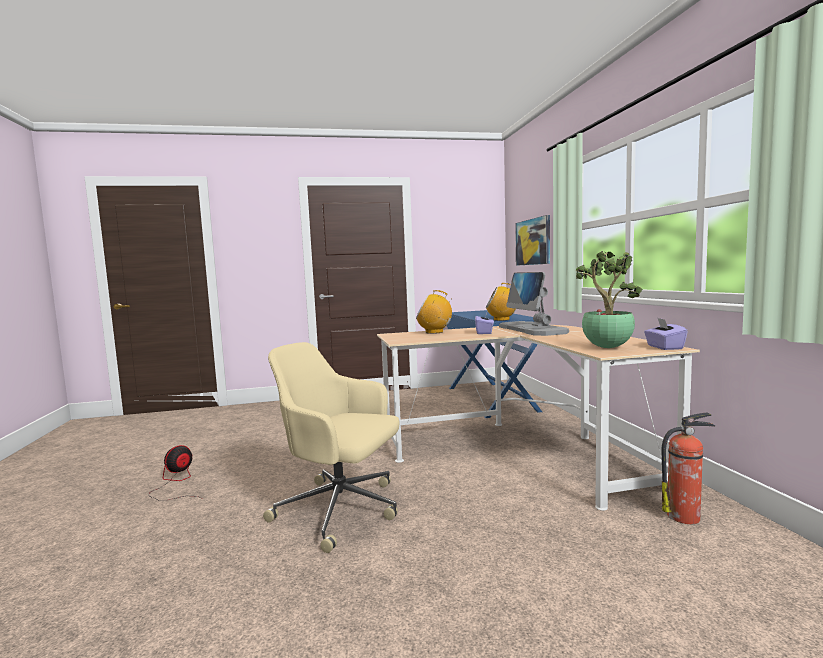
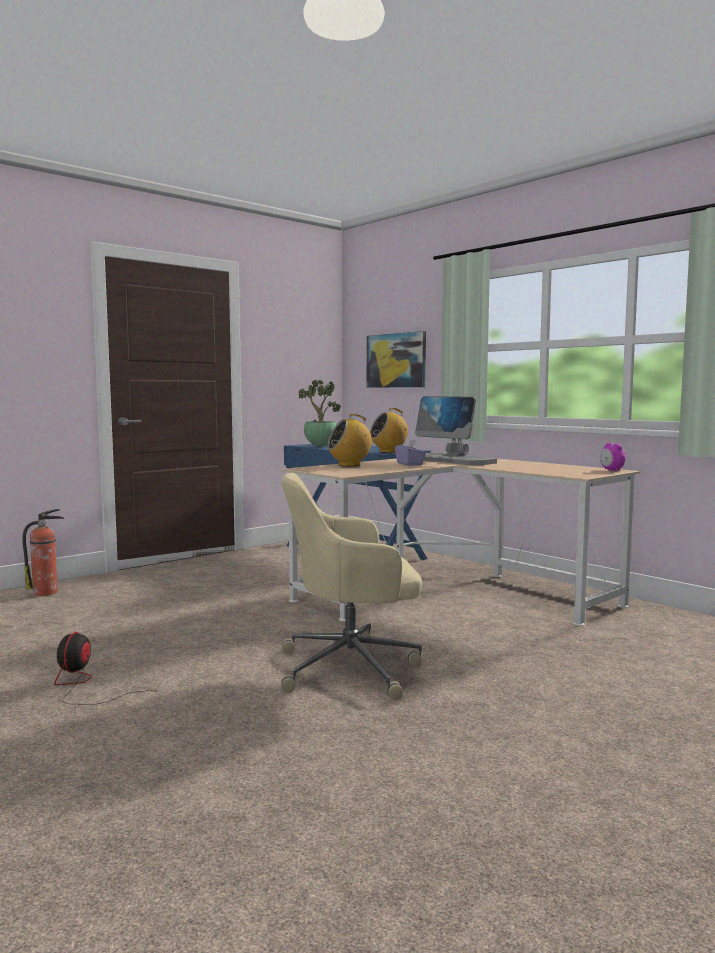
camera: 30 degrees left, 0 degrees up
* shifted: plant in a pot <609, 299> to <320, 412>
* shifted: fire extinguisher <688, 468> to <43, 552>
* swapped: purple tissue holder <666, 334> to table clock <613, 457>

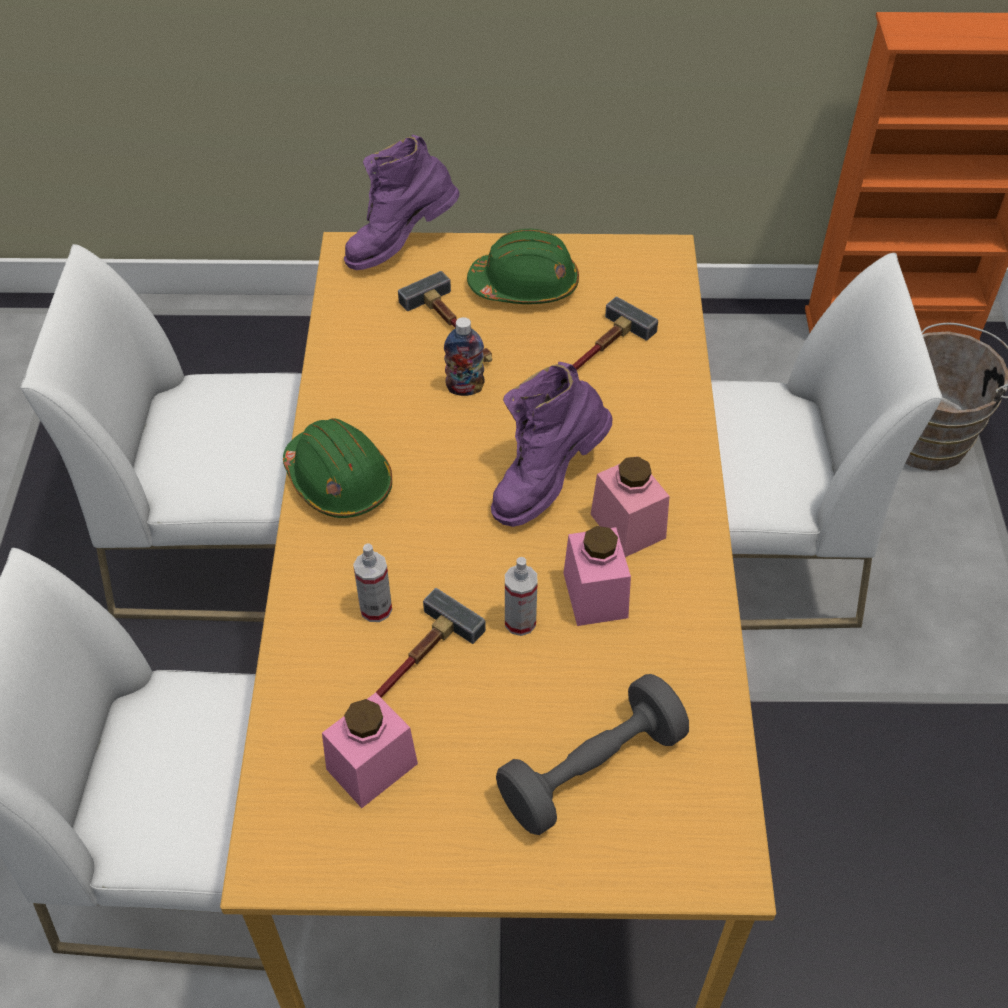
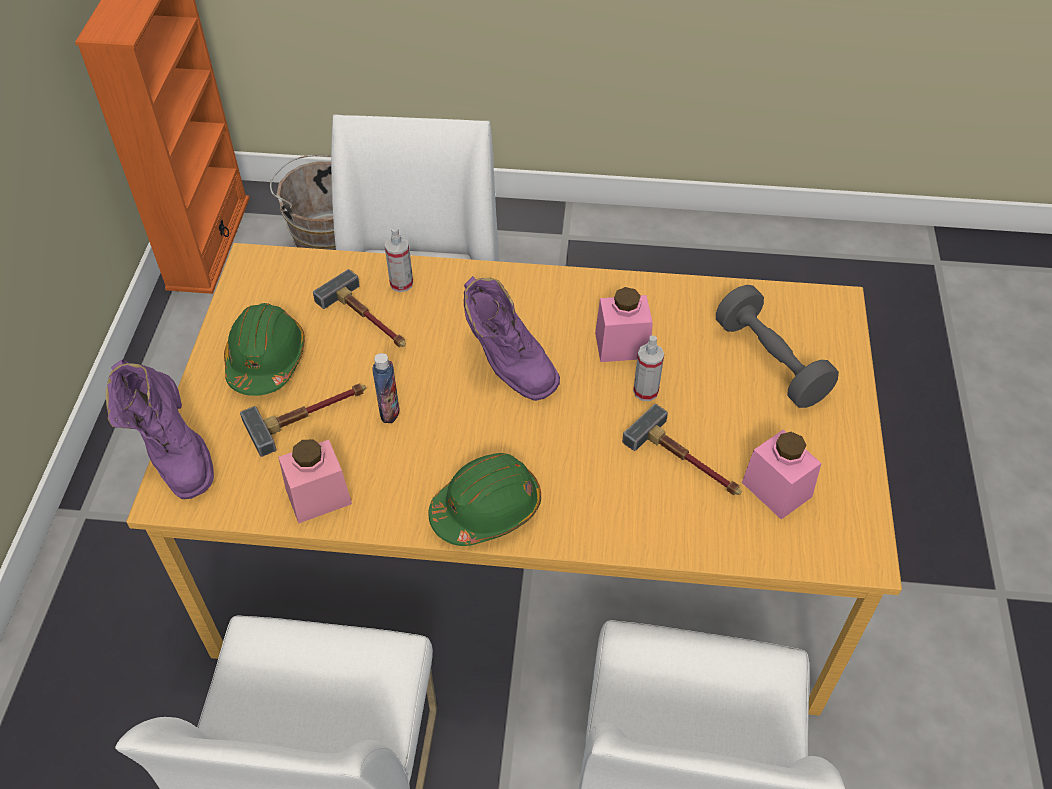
camera: 85 degrees left, 0 degrees up
* shifted: spray bottle <372, 582> to <399, 259>
* shifted: pinkish preserve jar <630, 506> to <315, 482>

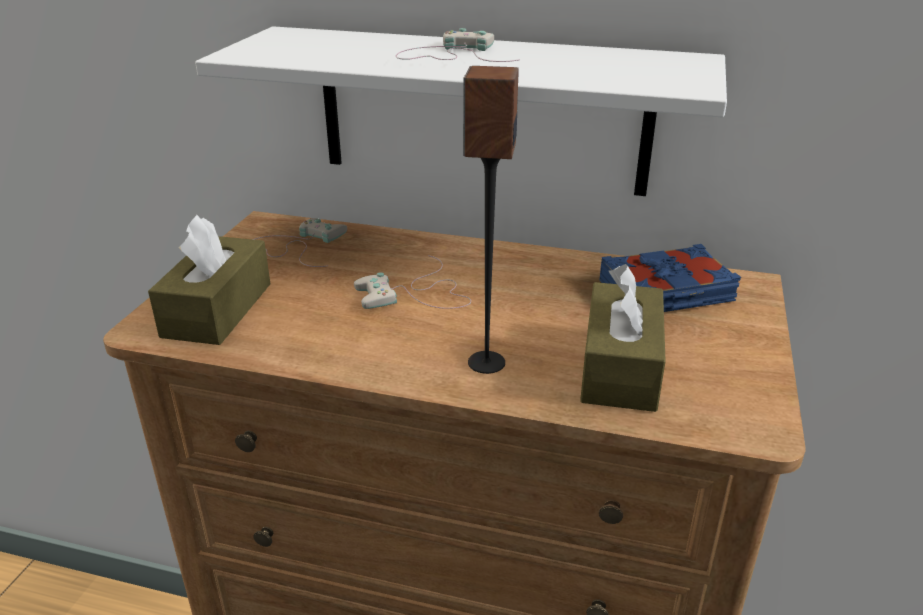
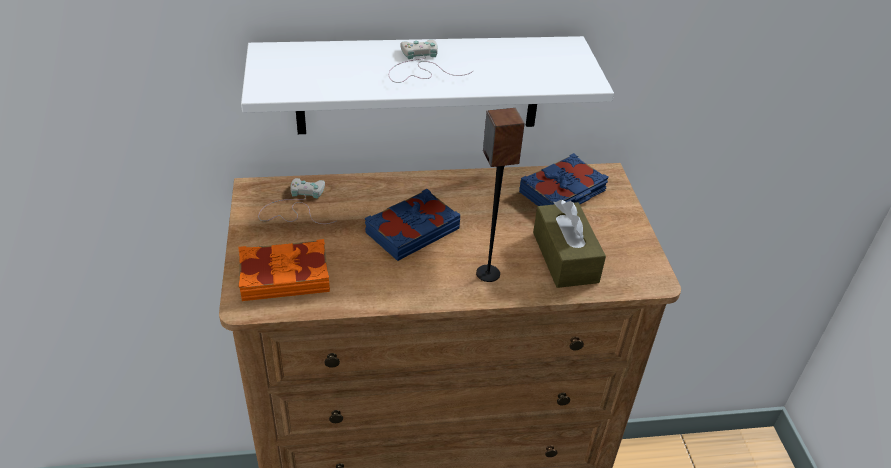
camera: 25 degrees left, 10 degrees up
* swapped: brown-coloured tissue holder <209, 280> to orange book <284, 270>
* swapped: white-coloured game controller <412, 282> to blue book <413, 225>

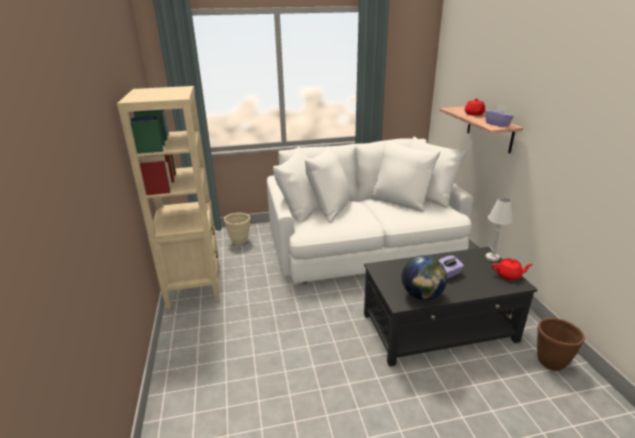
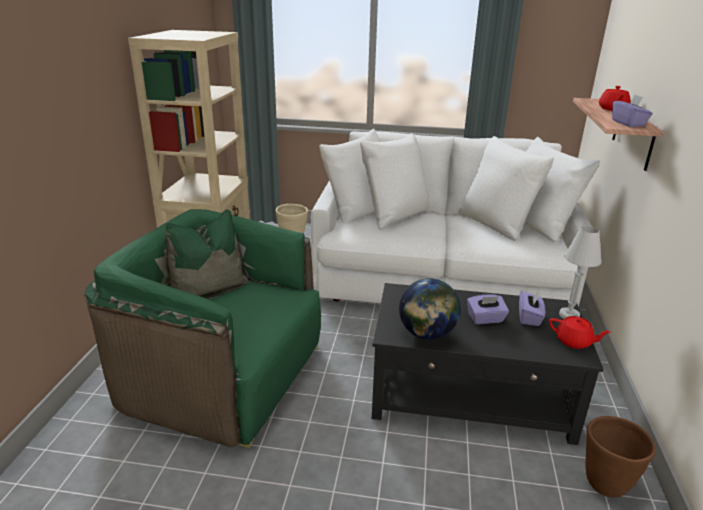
camera: 20 degrees right, 0 degrees up
* new: green-coloured armchair <202, 328>
* new: purple tissue holder <532, 308>

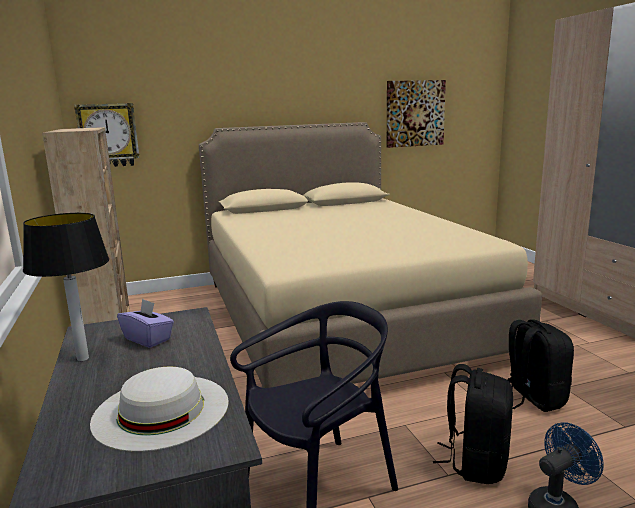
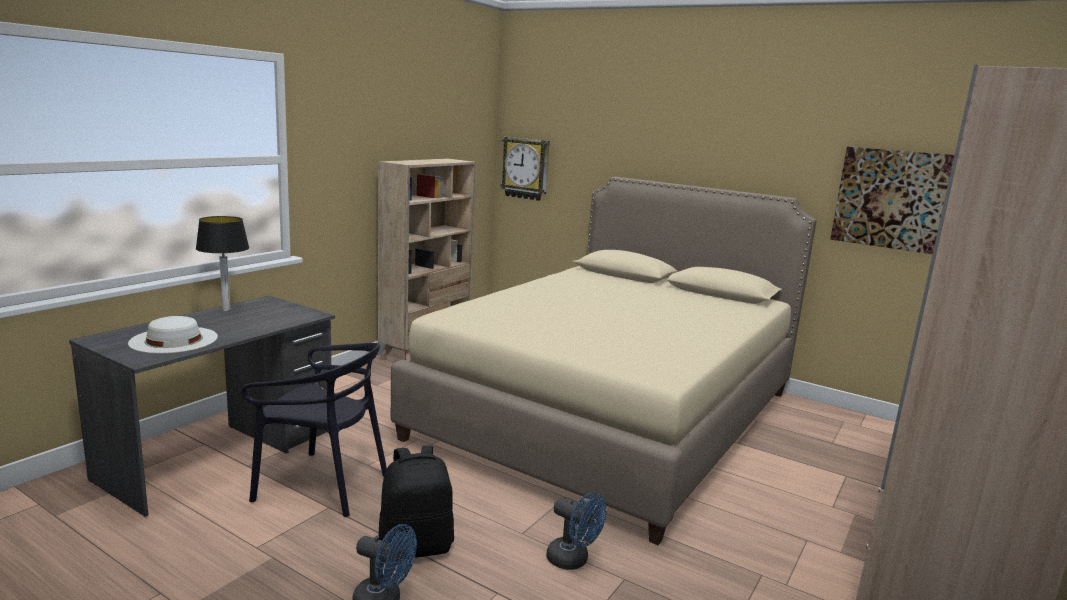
camera: 50 degrees right, 0 degrees up
* gone: purple tissue holder <145, 323>
* swapped: black-coloured knapsack <540, 366> to blue electric fan <576, 531>

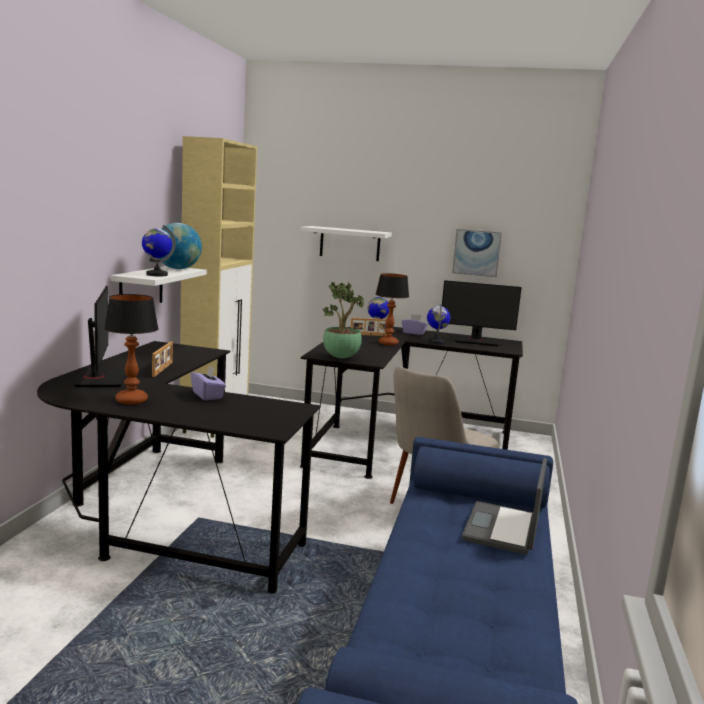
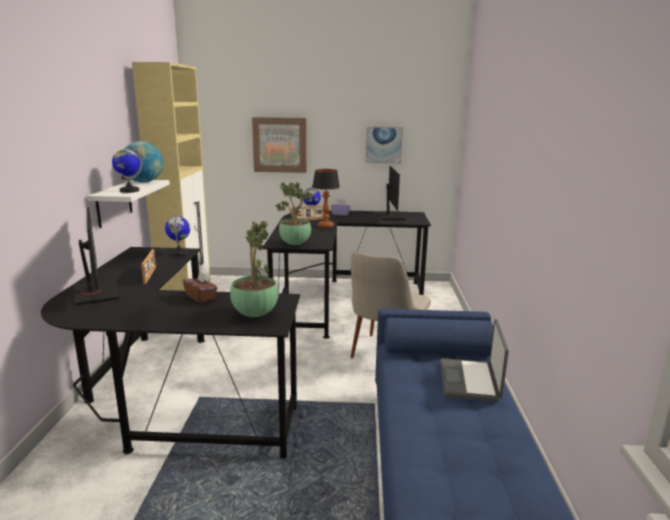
camera: 10 degrees left, 5 degrees up
* gone: lamp for a table <131, 349>
* new: plant in a pot <254, 269>
* shifted: globe <439, 324> to <177, 235>
* swapped: white-coloured shelf <346, 243> to wall picture <279, 145>
* repainted: purple tissue holder <208, 383> to brown-coloured tissue holder <200, 287>
* rotated: computer display <482, 313> = <392, 193> 90 degrees counterclockwise

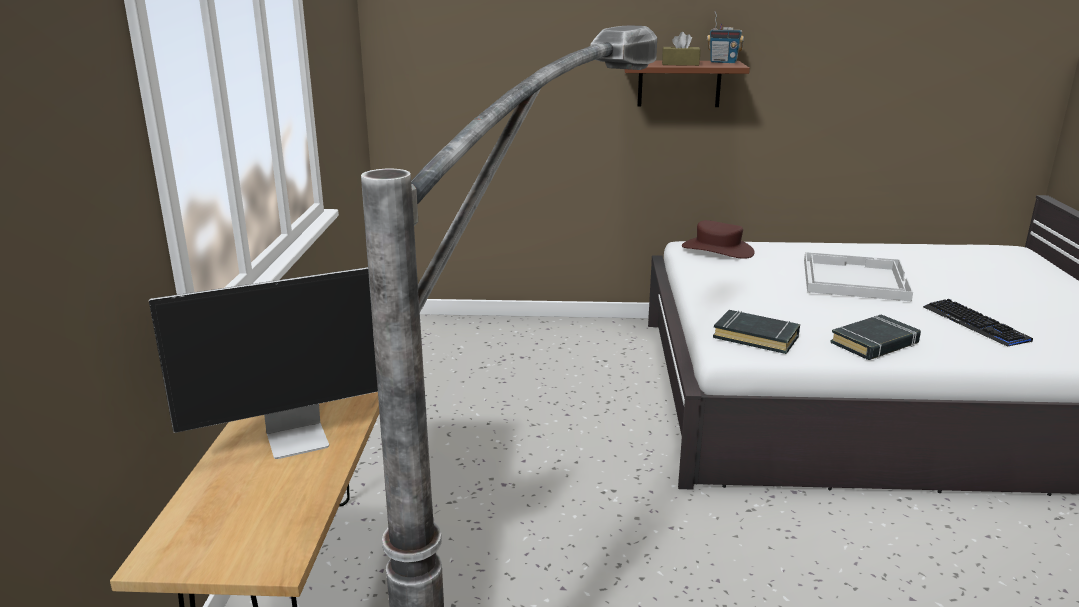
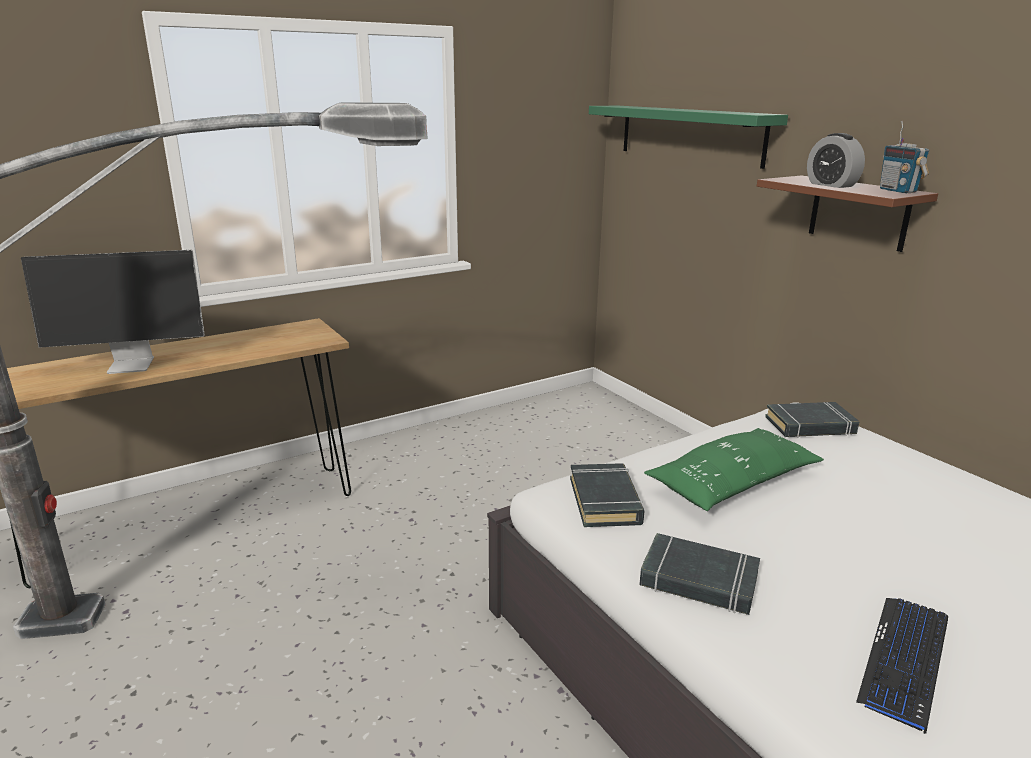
camera: 55 degrees right, 0 degrees up
* gone: white-coloured serving tray <858, 277>
* new: green-coloured shelf <688, 137>
* new: green-coloured throw pillow <734, 469>
* swapped: brown-coloured tissue holder <681, 49> to table clock <836, 160>
* swapped: brown-coloured clothing hat <718, 239> to black-coloured book <812, 420>
* rotated: computer display <263, 363> = <113, 312> 45 degrees counterclockwise

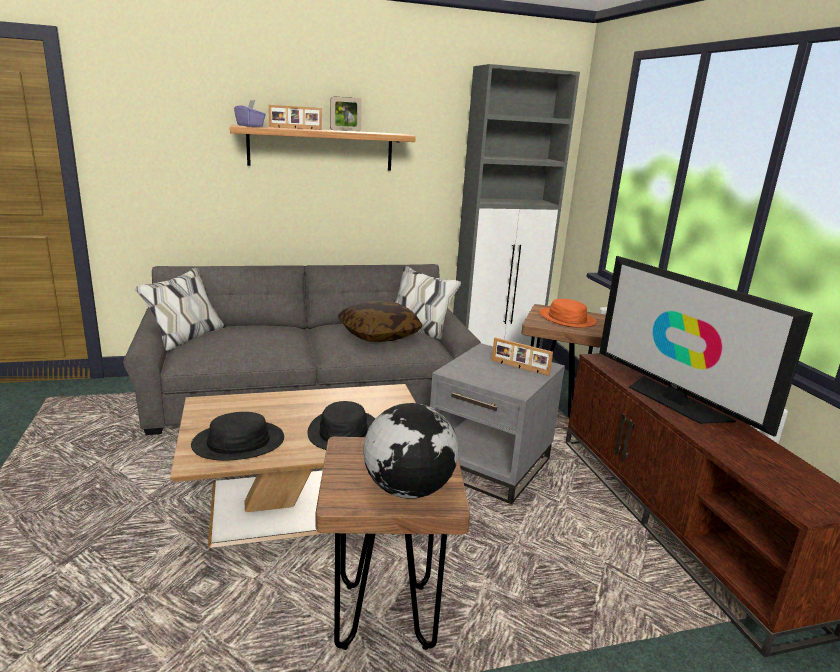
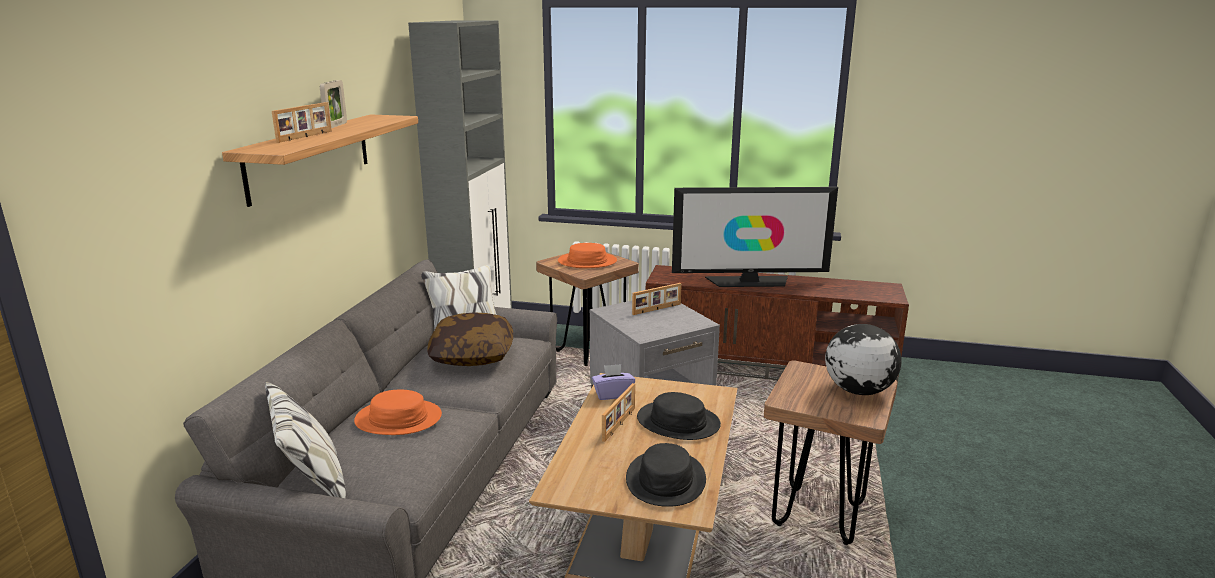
camera: 60 degrees left, 0 degrees up
* new: orange clothing hat <398, 412>
* new: standing frame <618, 412>
* shifted: purple tissue holder <250, 113> to <613, 382>

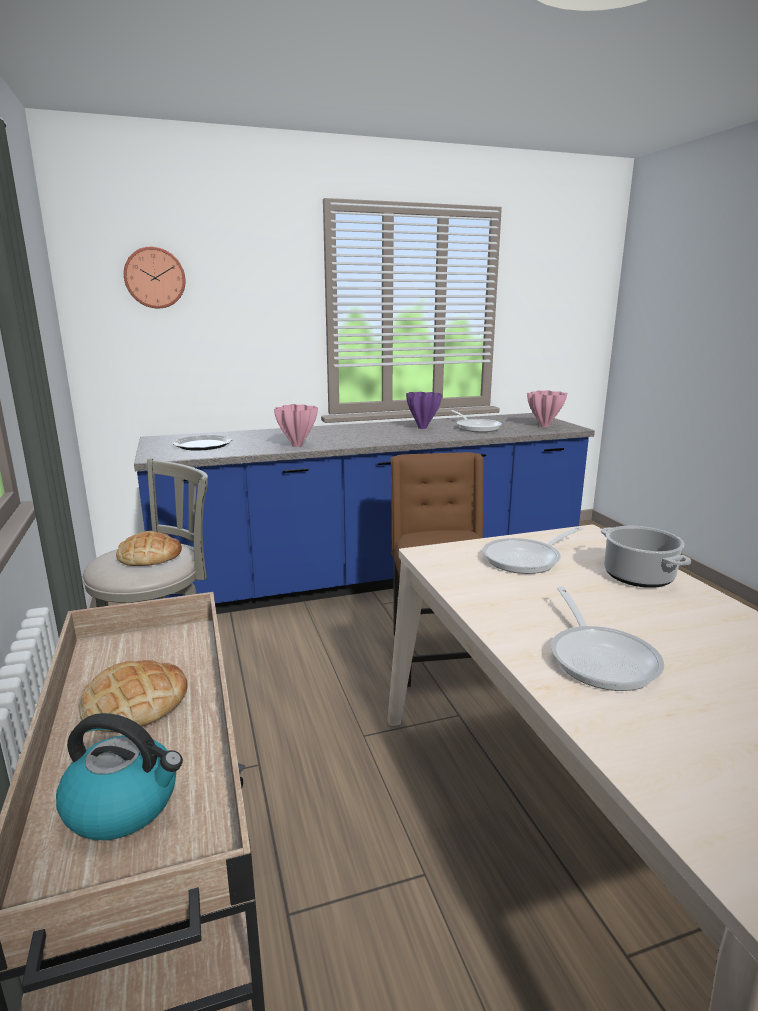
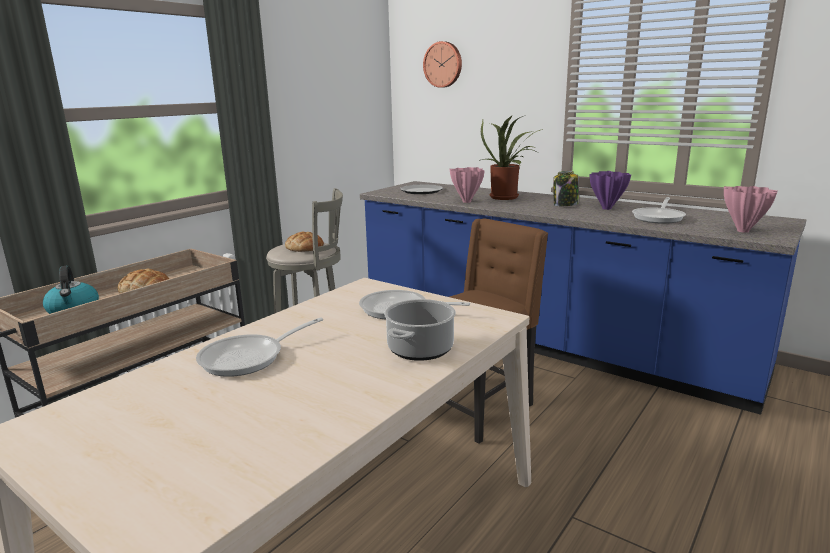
camera: 55 degrees right, 0 degrees up
* new: plant in a pot <511, 157>
* new: preserve jar <566, 188>

